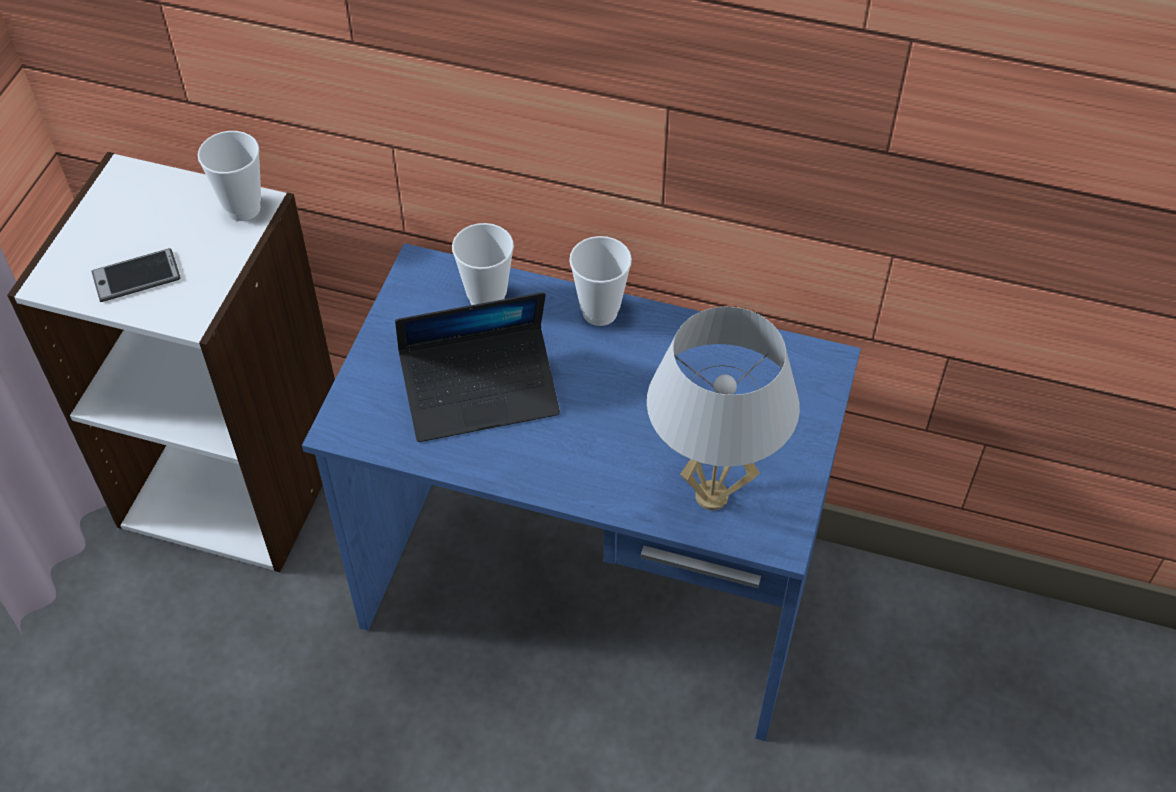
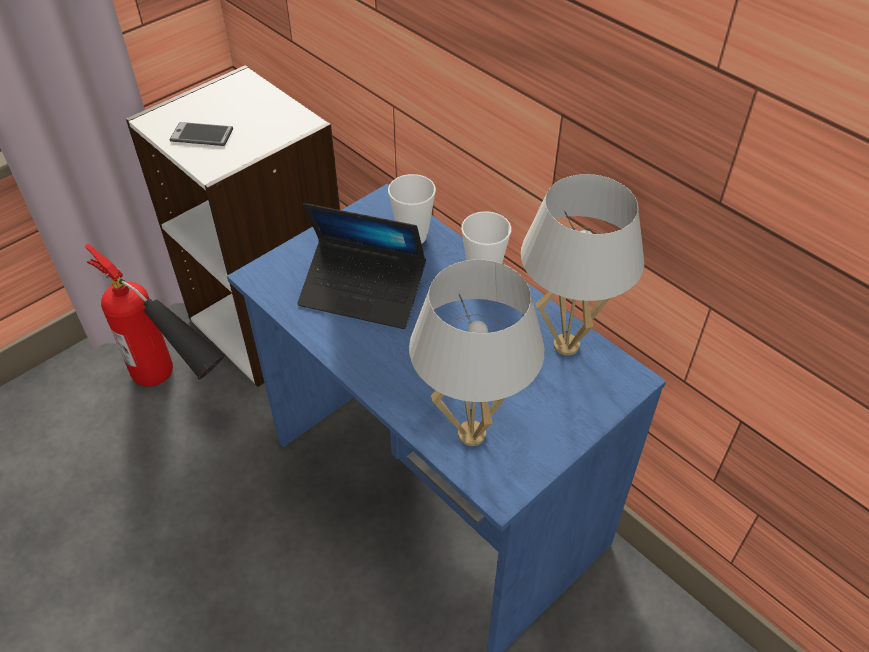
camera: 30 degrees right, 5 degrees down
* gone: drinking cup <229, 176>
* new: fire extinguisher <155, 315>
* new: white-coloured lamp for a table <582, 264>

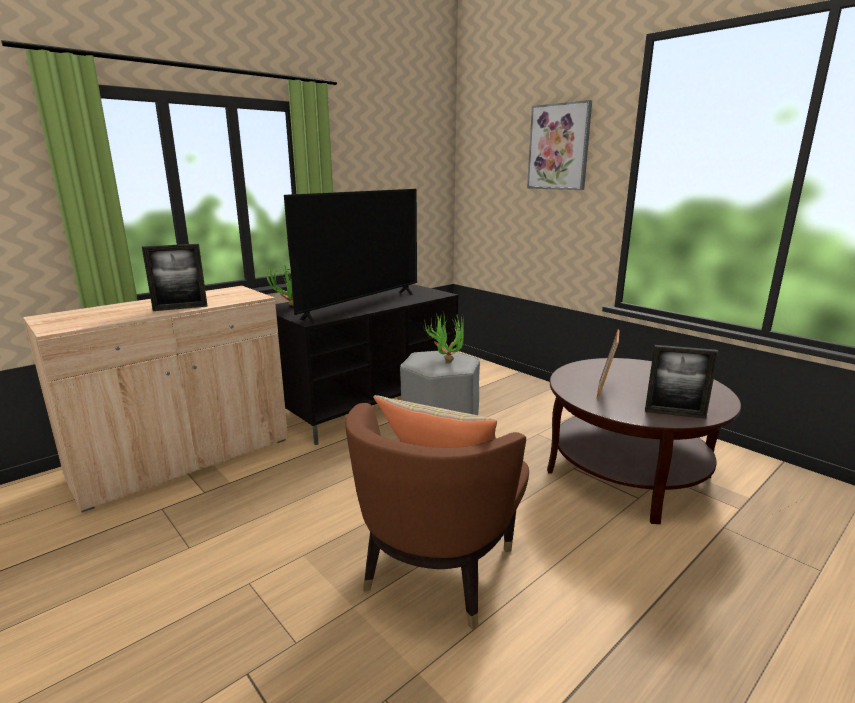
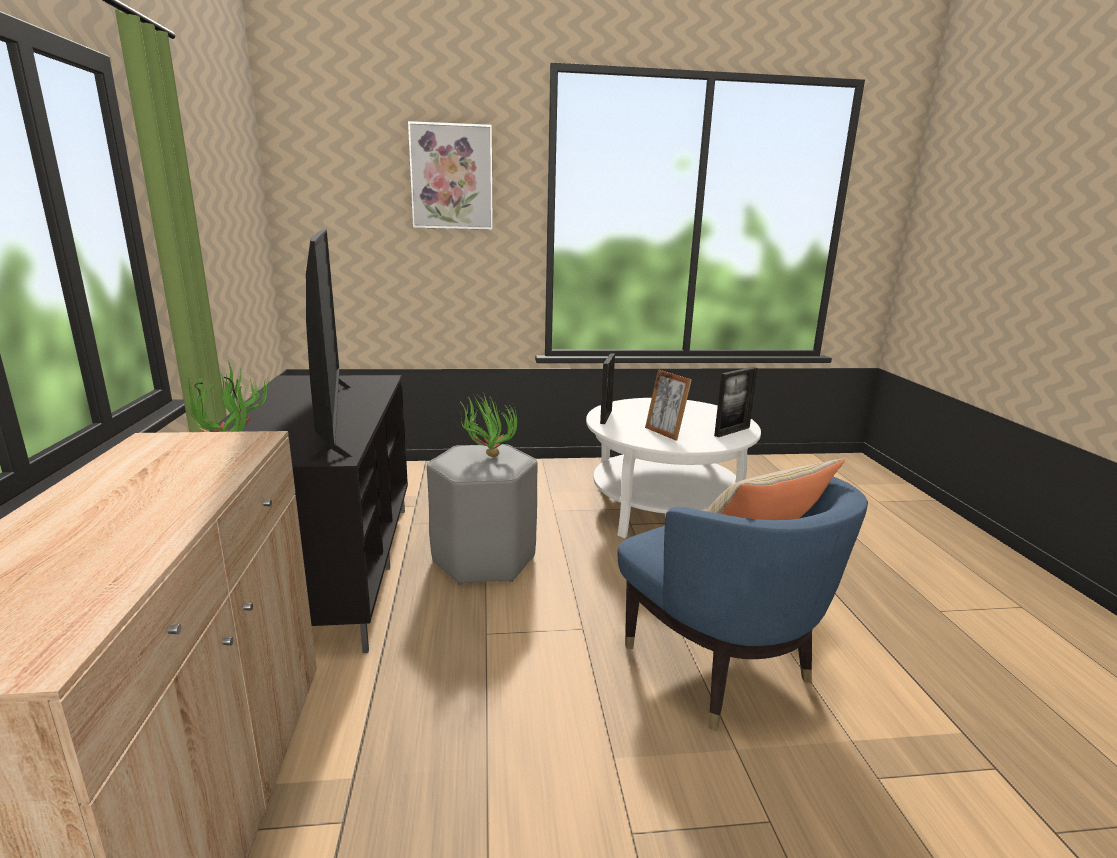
camera: 55 degrees left, 0 degrees up
* shifted: standing frame <175, 277> to <607, 388>
* repainted: brown-coloured armchair <437, 516> to blue armchair <743, 604>
* repainted: brown-coloured low table <644, 441> to white-coloured low table <673, 468>

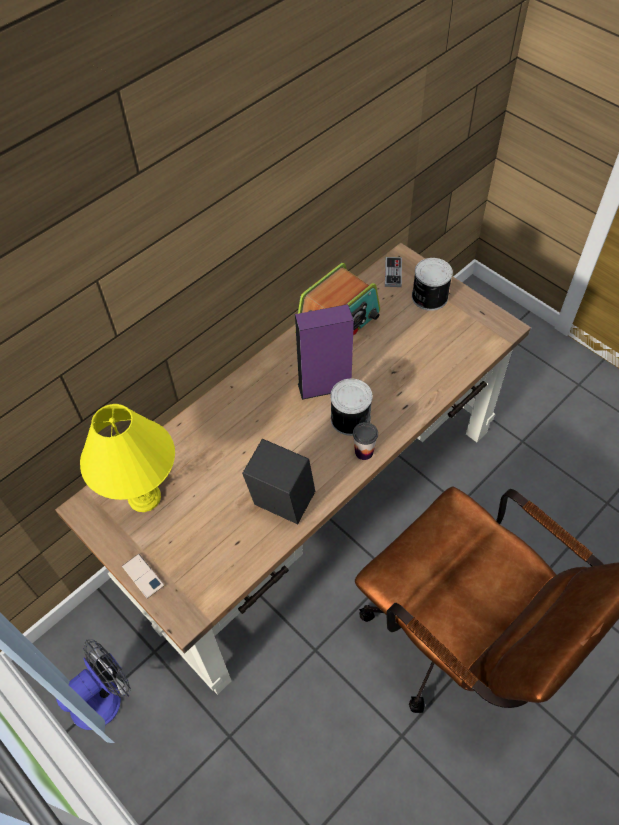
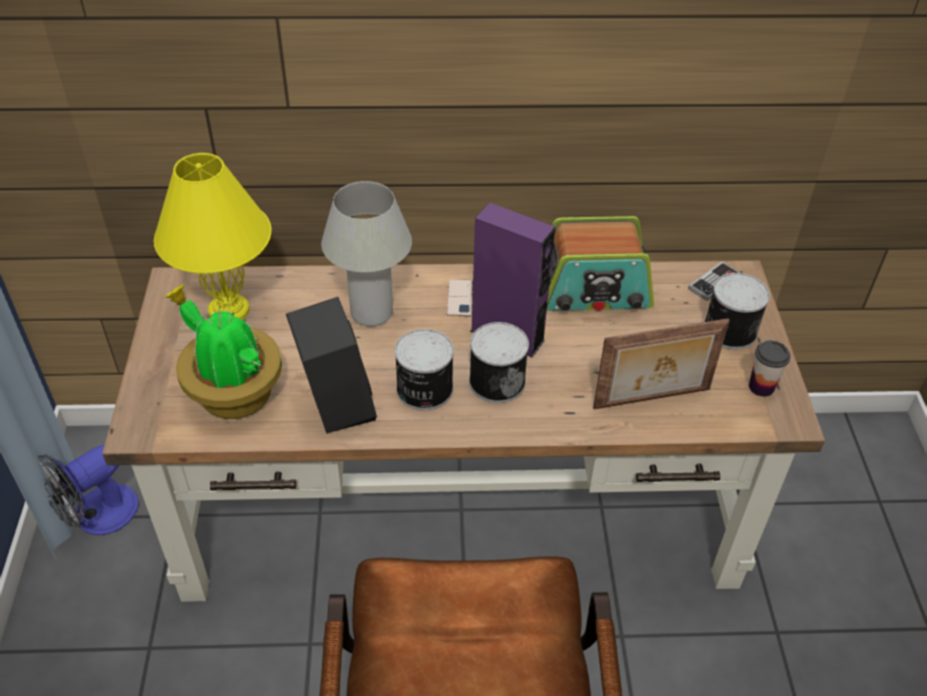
camera: 40 degrees right, 10 degrees down
* new: plant in a pot <223, 351>
* new: white-coloured lamp for a table <366, 254>
* new: metal can <424, 370>
* new: standing frame <661, 363>
* shifted: phone <143, 576> to <460, 298>
* shifted: drinking cup <365, 441> to <770, 368>
* rotated: electric fan <93, 684> = <88, 490> 135 degrees clockwise

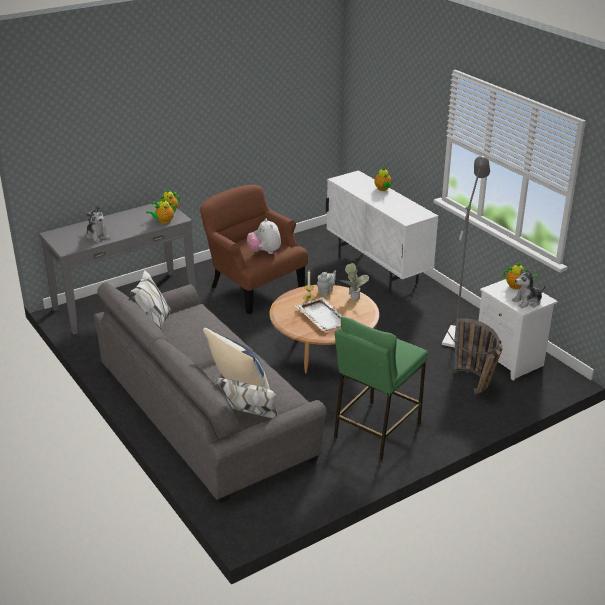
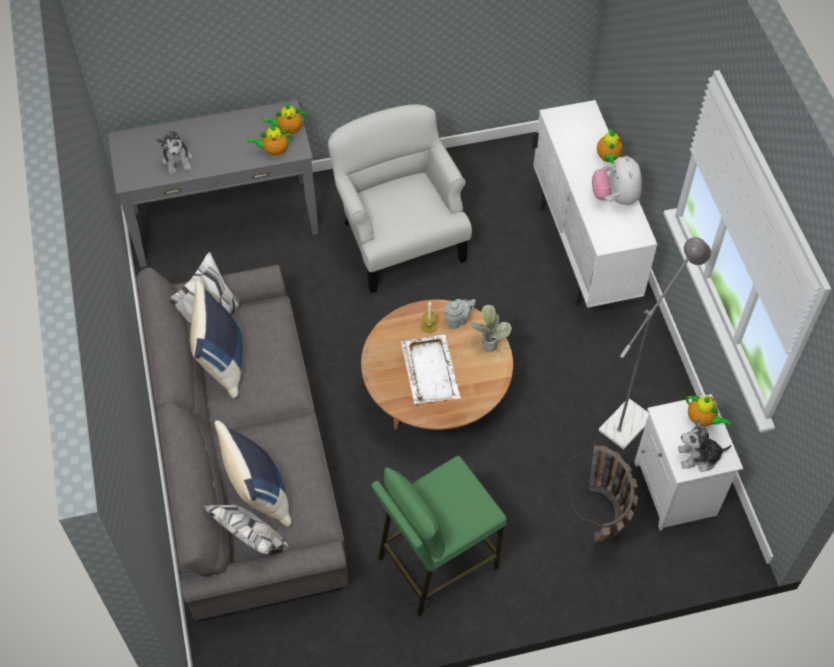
camera: 20 degrees right, 25 degrees up
* new: blue throw pillow <216, 339>
* shifted: soft toy <264, 236> to <617, 180>
* repainted: brown-coloured armchair <254, 249> to white-coloured armchair <400, 198>

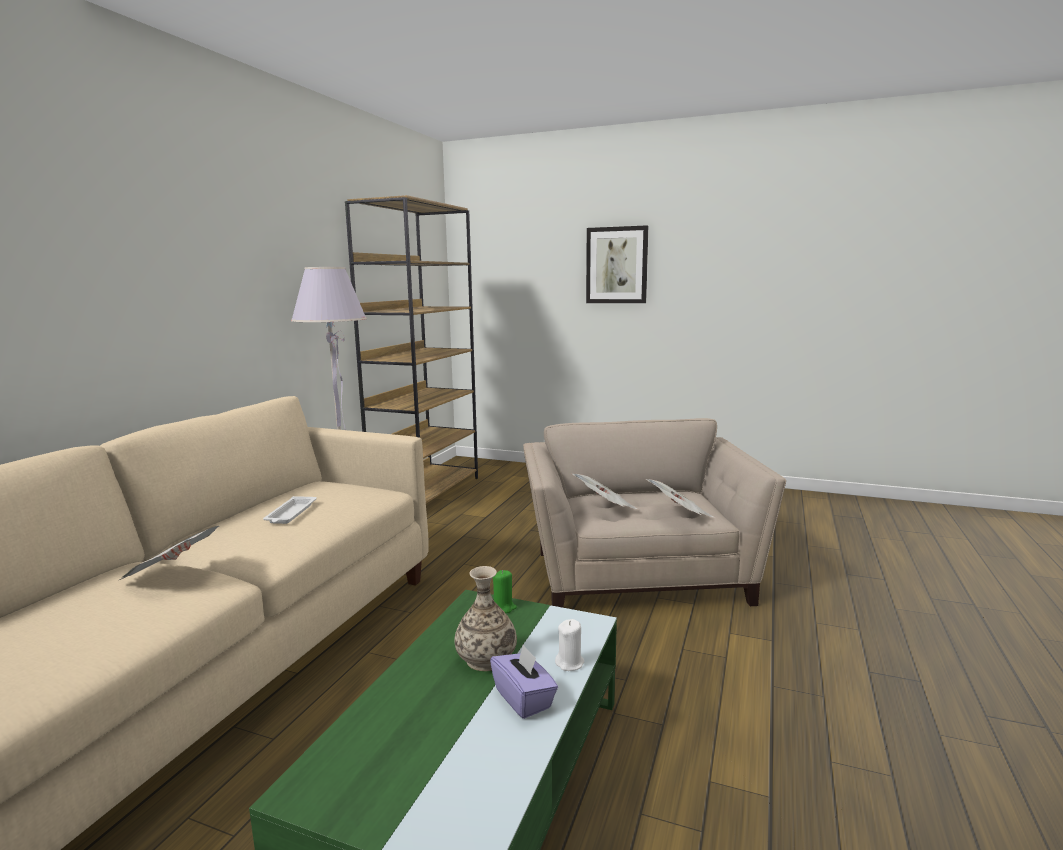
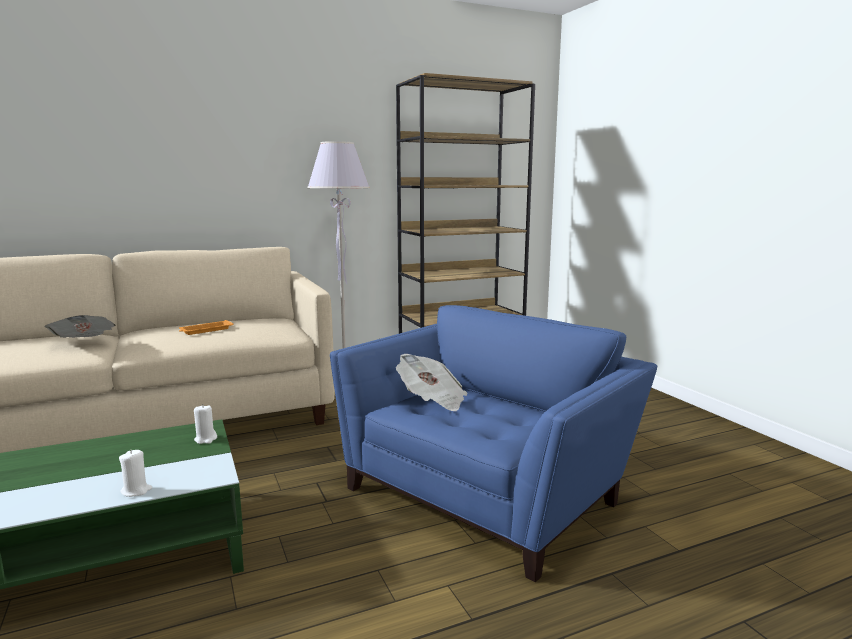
camera: 45 degrees right, 0 degrees up
* gone: vase <485, 618>
* gone: purple tissue holder <524, 681>
* gone: wall picture <617, 264>
* gone: newspaper <680, 498>
* repainted: white-coloured serving tray <290, 510> to orange serving tray <206, 327>
* repainted: green-coloured wax light <505, 591> to white-coloured wax light <205, 424>
* repainted: sand-coloured armchair <654, 513> to blue armchair <493, 444>

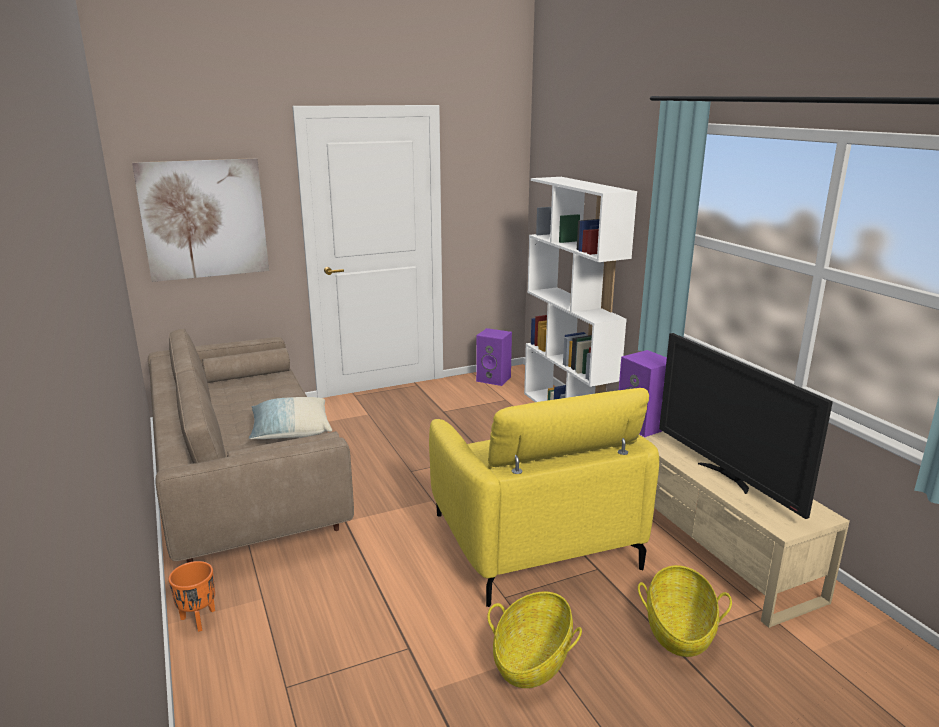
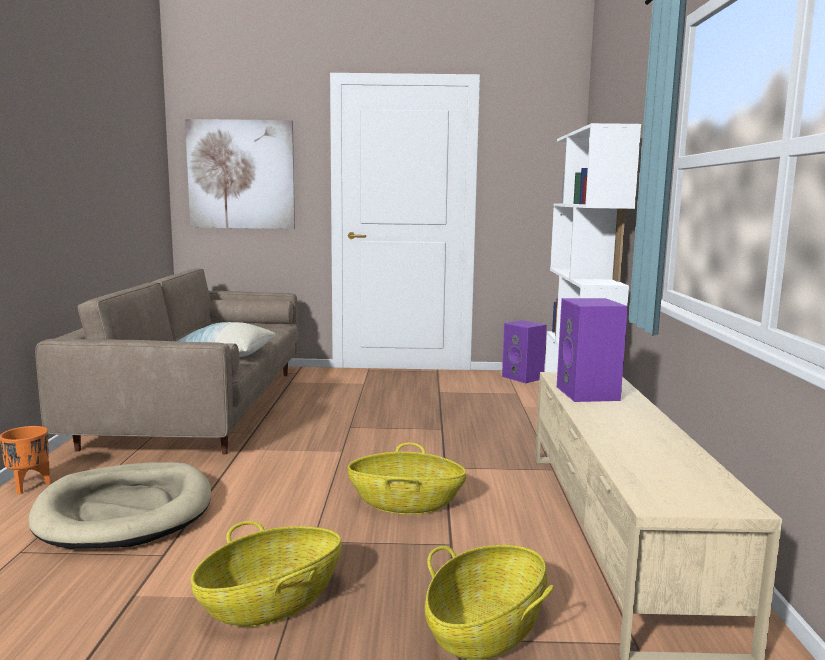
camera: 25 degrees right, 10 degrees down
* gone: TV set <746, 426>
* new: sand-coloured dog bed <120, 505>
* swapped: yellow-coloured armchair <544, 497> to household basket <407, 478>

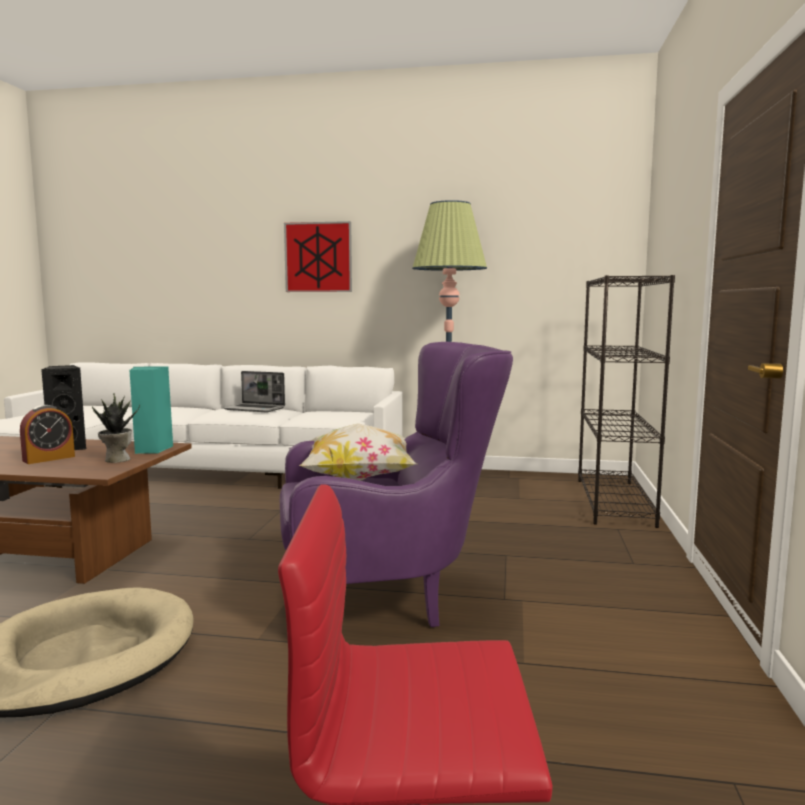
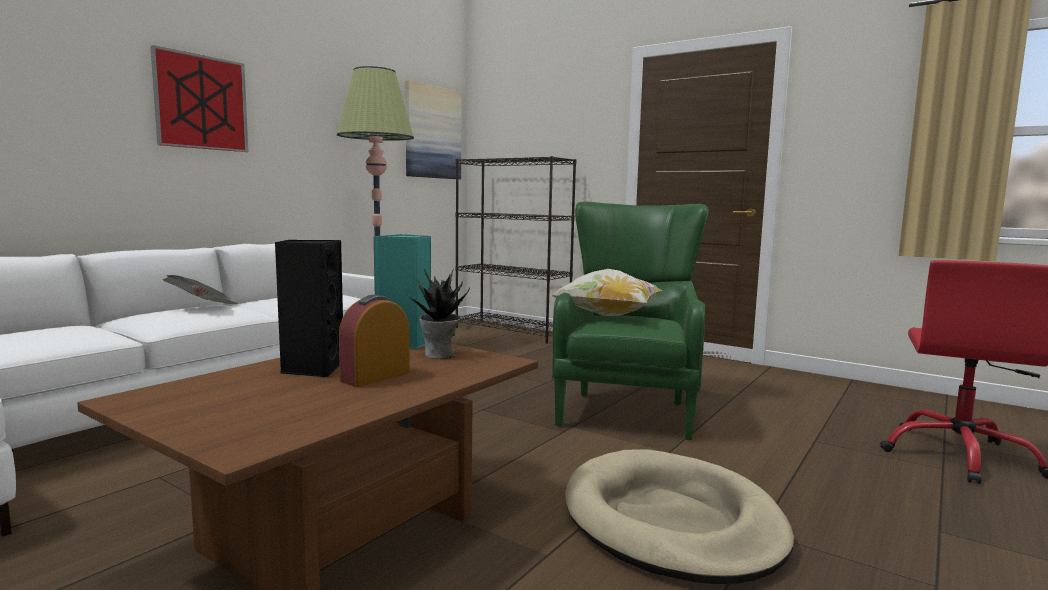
camera: 65 degrees left, 0 degrees up
* new: wall picture <433, 129>
* swapped: laptop <254, 391> to newspaper <200, 289>
* repainted: purple armchair <396, 484> to green-coloured armchair <630, 320>
* rotated: table clock <47, 434> = <374, 341> 120 degrees counterclockwise

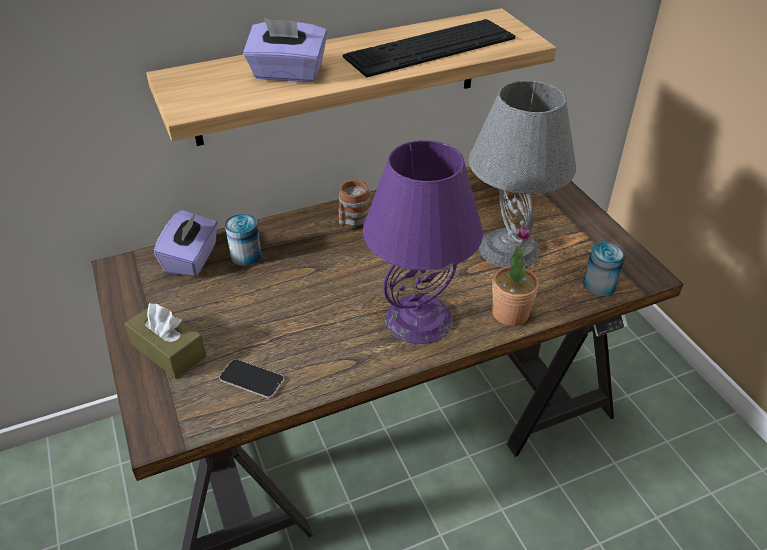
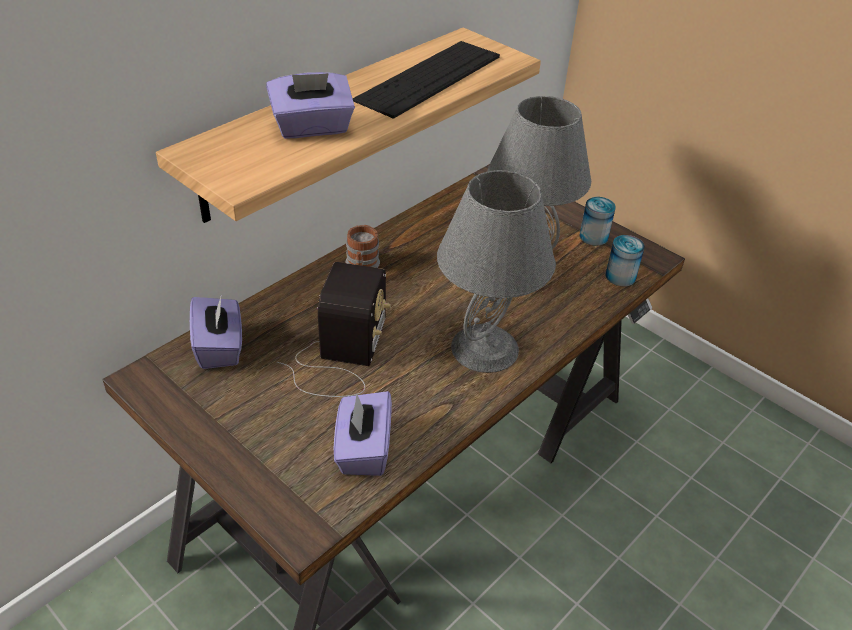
camera: 25 degrees left, 0 degrees up
* gone: brown-coloured tissue holder <165, 341>
* gone: plant in a pot <515, 275>
* new: radio <334, 329>
* shifted: metal can <243, 240> to <598, 221>
* swapped: phone <251, 378> to purple tissue holder <363, 433>
* repainted: purple lamp for a table <423, 242> to gray lamp for a table <496, 271>

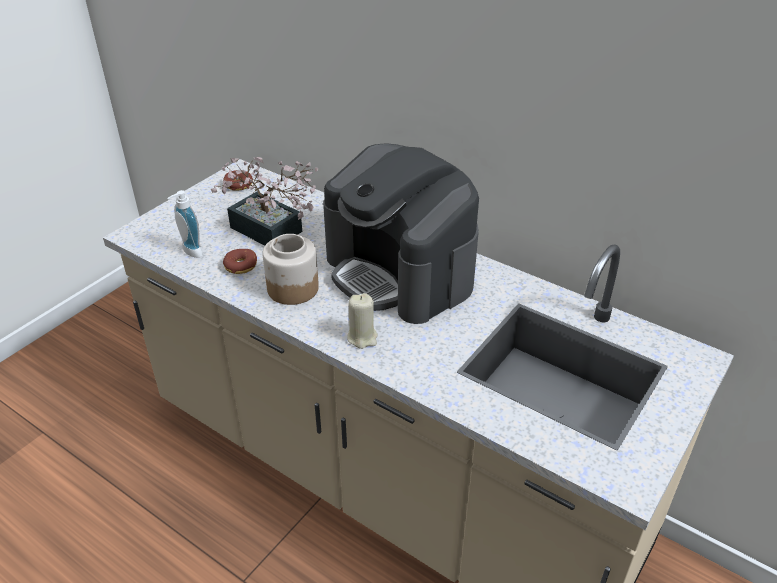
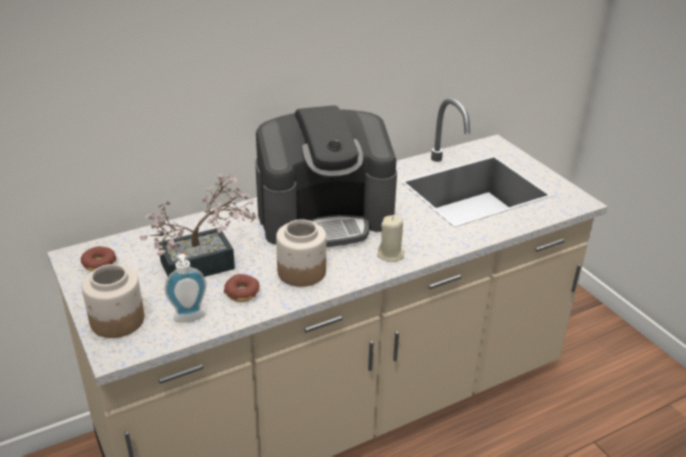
camera: 65 degrees left, 5 degrees down
* new: preserve jar <113, 301>

